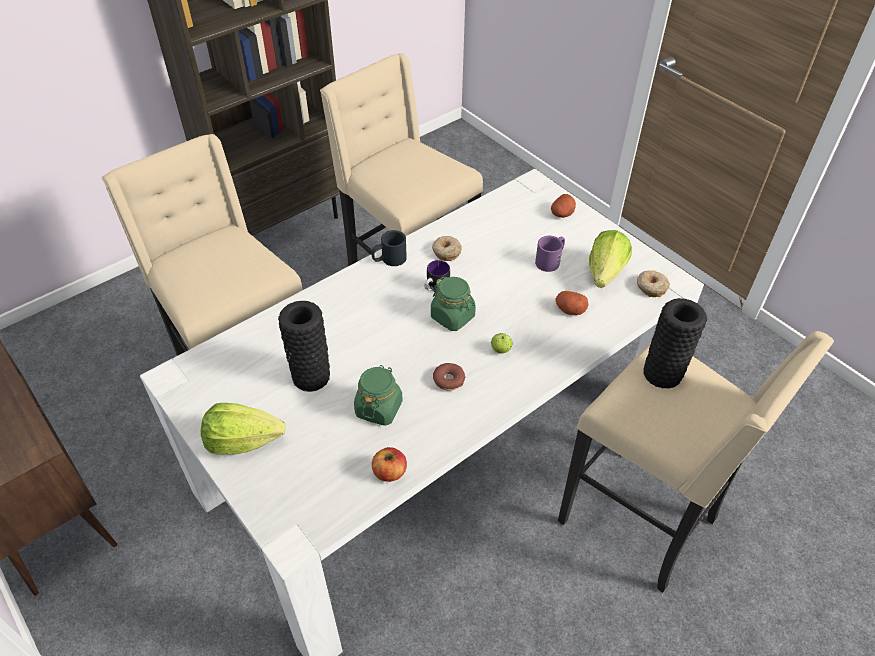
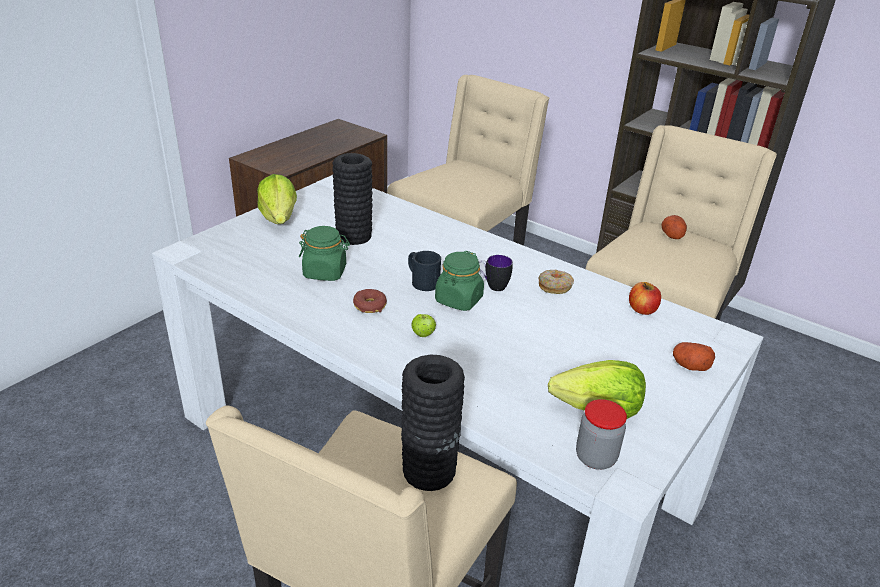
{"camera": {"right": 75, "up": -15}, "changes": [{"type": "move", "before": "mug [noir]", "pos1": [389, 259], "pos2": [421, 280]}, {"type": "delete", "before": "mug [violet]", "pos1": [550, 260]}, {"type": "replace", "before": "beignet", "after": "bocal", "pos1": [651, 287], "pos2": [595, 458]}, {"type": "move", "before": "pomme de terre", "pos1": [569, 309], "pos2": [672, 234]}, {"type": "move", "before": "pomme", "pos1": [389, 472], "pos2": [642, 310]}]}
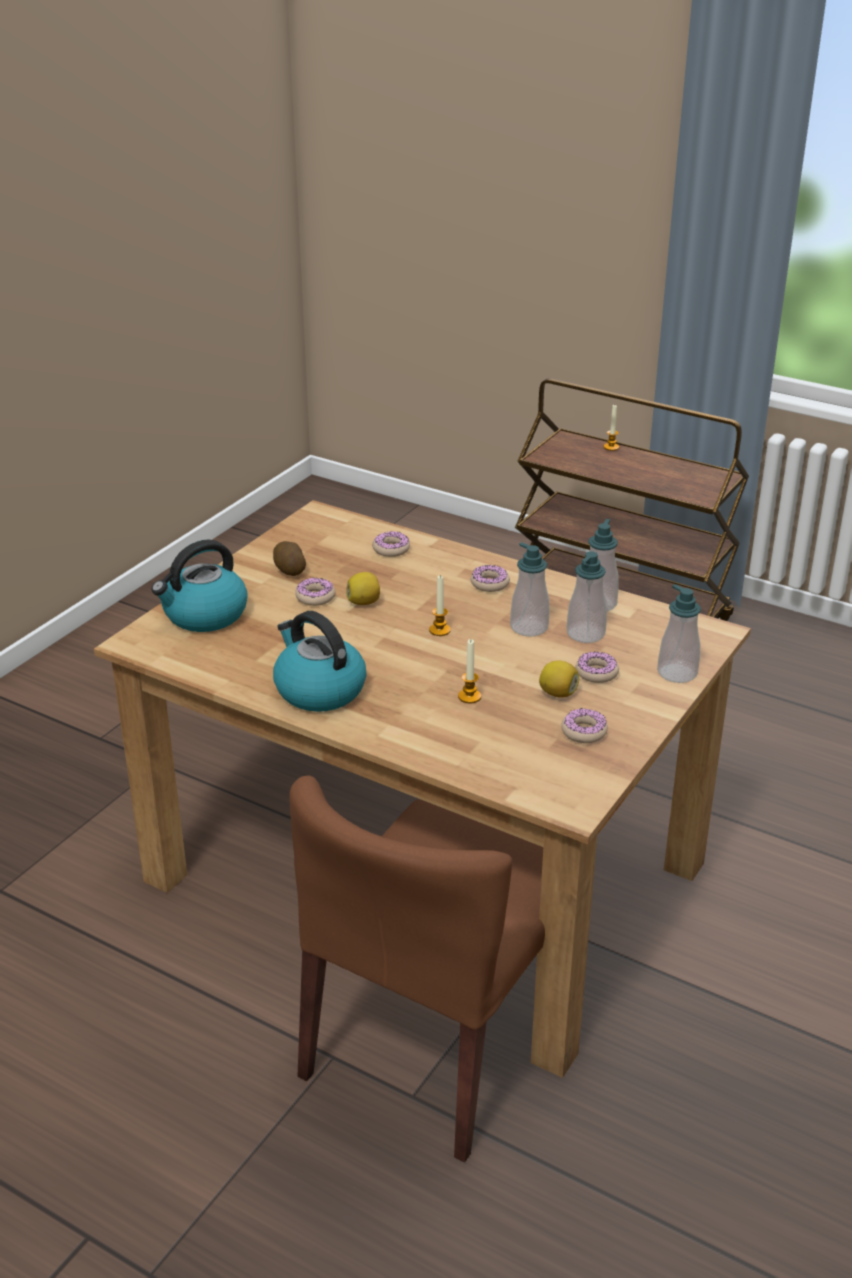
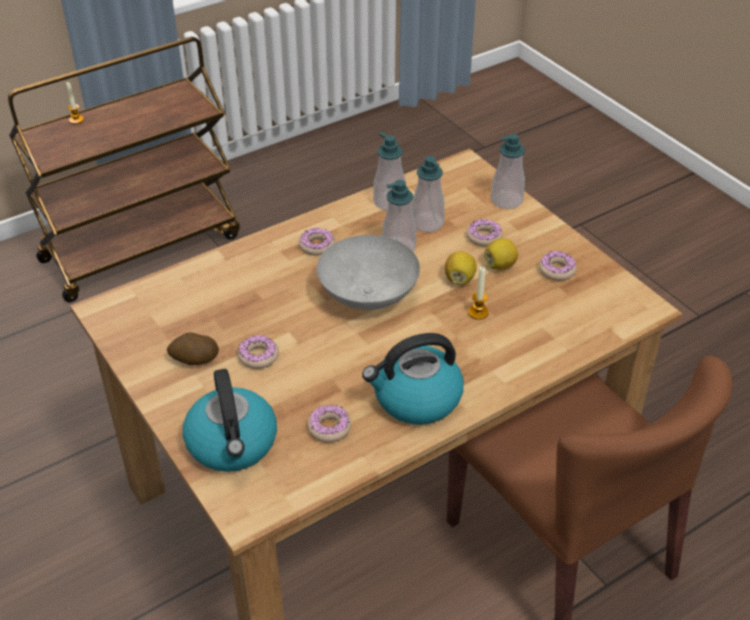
{"camera": {"right": -65, "up": 10}, "changes": [{"type": "move", "before": "beignet", "pos1": [391, 549], "pos2": [329, 428]}, {"type": "move", "before": "citron", "pos1": [364, 602], "pos2": [459, 279]}, {"type": "replace", "before": "bougie", "after": "bol [gris]", "pos1": [439, 630], "pos2": [369, 297]}]}
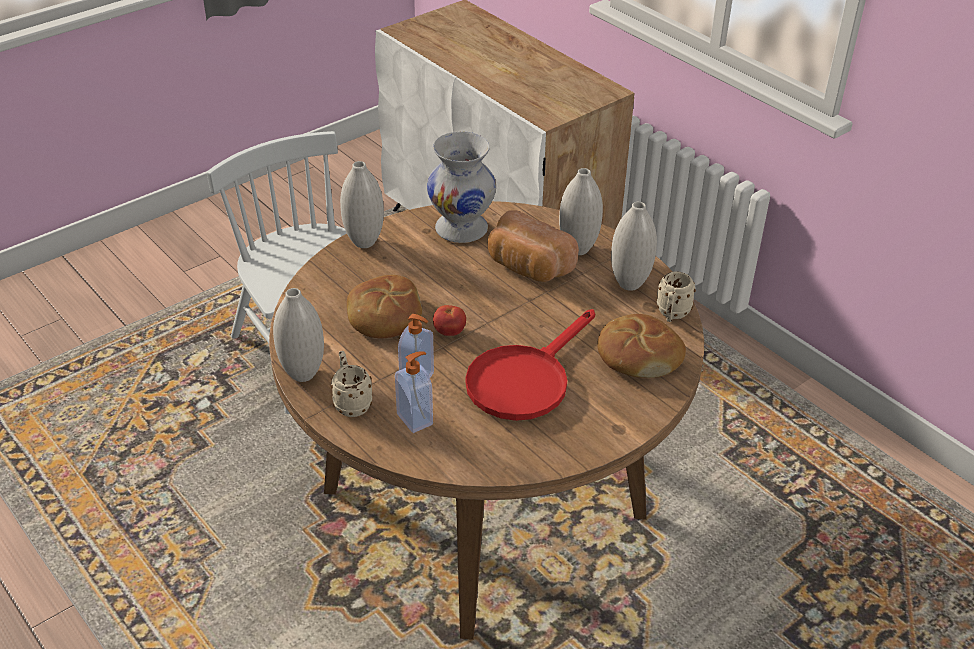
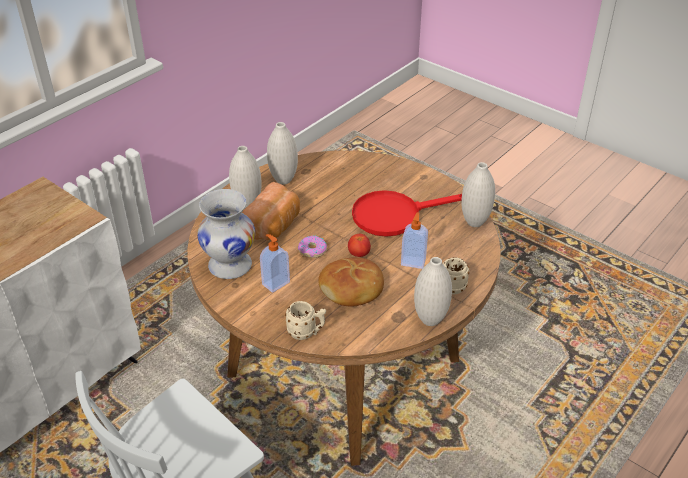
{"camera": {"right": -100, "up": 0}, "changes": [{"type": "move", "before": "vase [blanc]", "pos1": [364, 242], "pos2": [474, 222]}, {"type": "move", "before": "mug [beige]", "pos1": [671, 314], "pos2": [306, 332]}, {"type": "rotate", "before": "poêle [rouge]", "pos1": [525, 379], "pos2": [395, 215], "turn": 135}, {"type": "delete", "before": "pain", "pos1": [638, 356]}, {"type": "move", "before": "distributeur de savon", "pos1": [416, 419], "pos2": [275, 283]}, {"type": "insert", "after": "beignet", "pos2": [312, 250]}]}
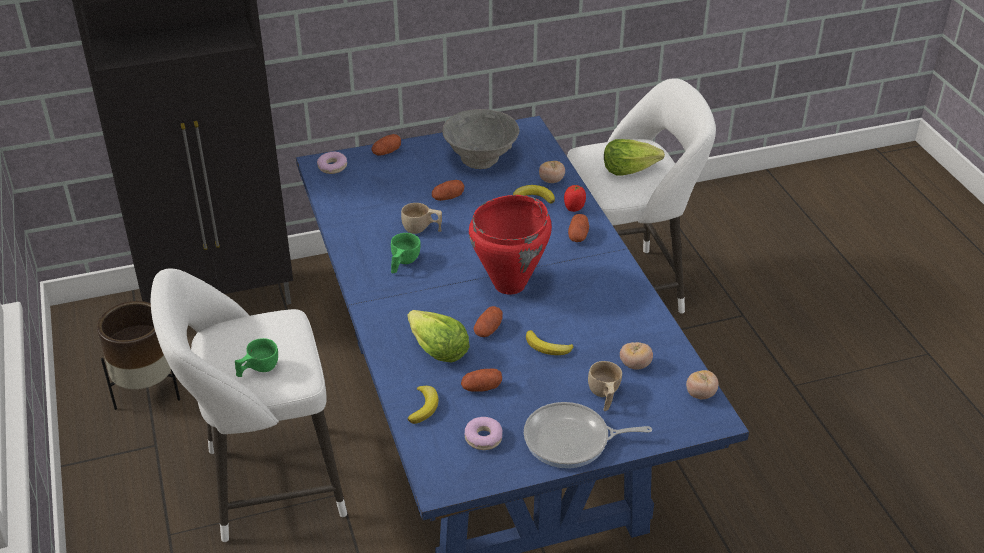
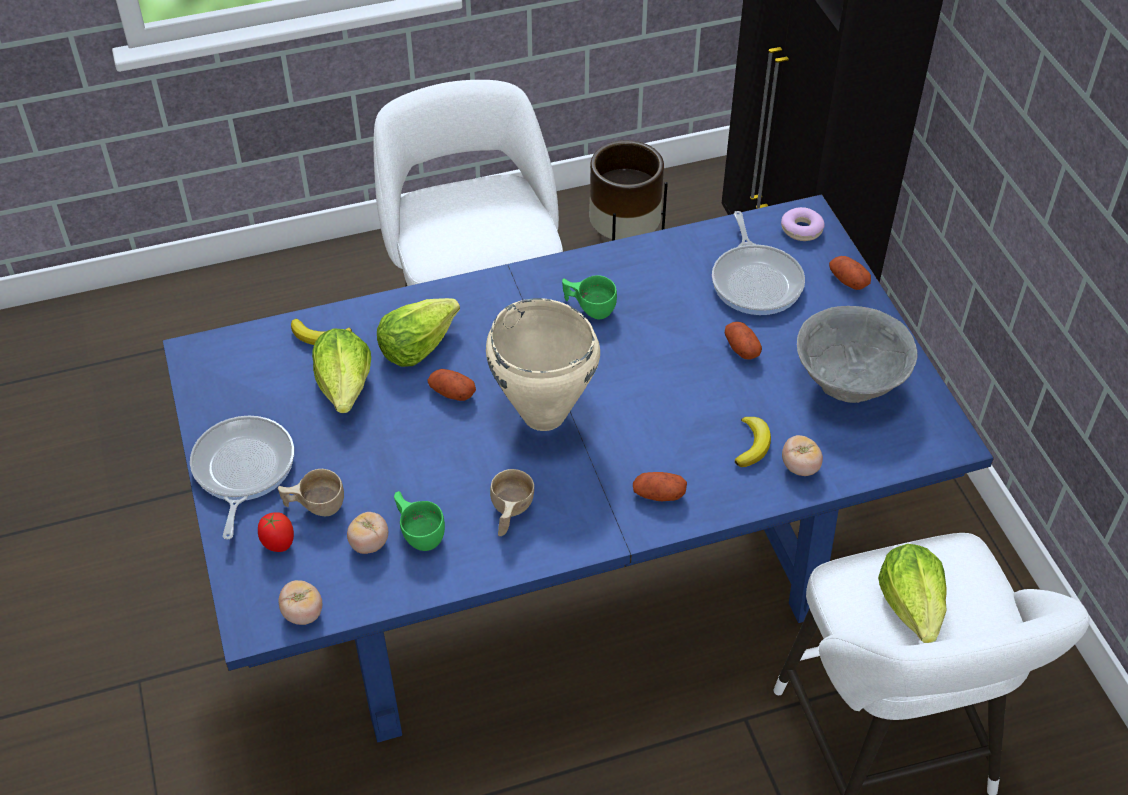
{"camera": {"right": 90, "up": 10}, "changes": [{"type": "move", "before": "tomate", "pos1": [574, 208], "pos2": [278, 543]}, {"type": "recolor", "before": "marmite [rouge]", "after": "marmite [beige]", "pos1": [510, 284], "pos2": [543, 415]}, {"type": "move", "before": "tasse [beige]", "pos1": [422, 229], "pos2": [509, 514]}, {"type": "delete", "before": "banane", "pos1": [547, 347]}, {"type": "move", "before": "tasse [vert]", "pos1": [257, 369], "pos2": [419, 532]}, {"type": "replace", "before": "pomme de terre", "after": "laitue", "pos1": [481, 388], "pos2": [345, 386]}, {"type": "delete", "before": "beignet", "pos1": [483, 438]}, {"type": "insert", "after": "poêle", "pos2": [756, 281]}]}
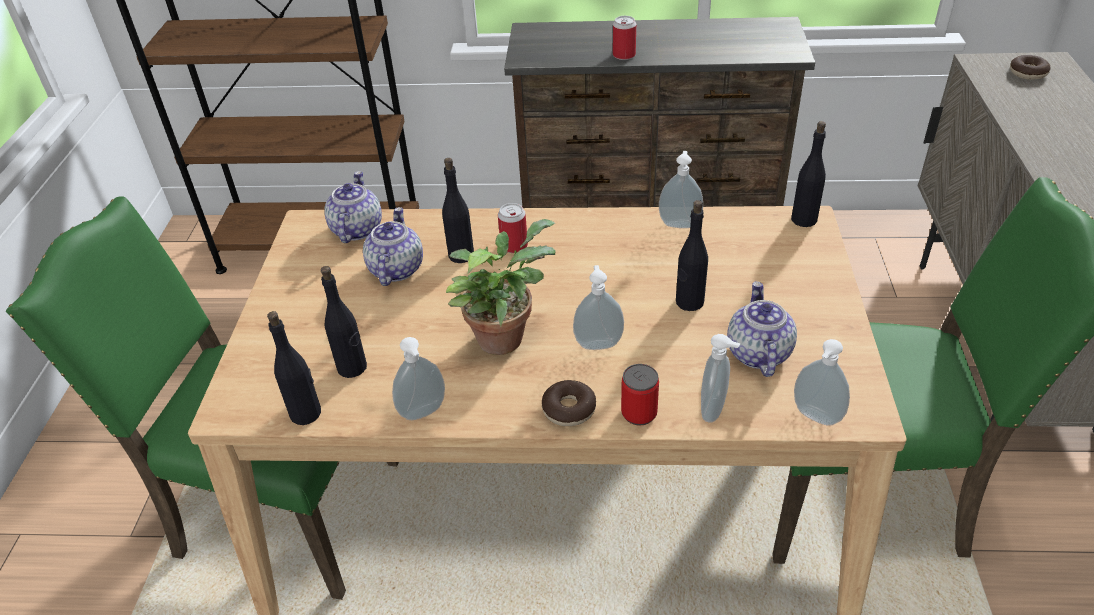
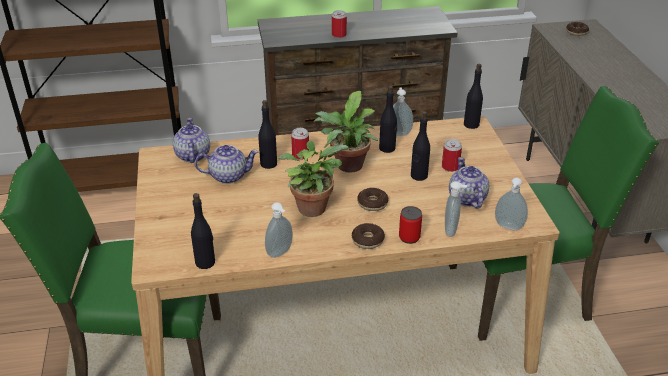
{"camera": {"right": -15, "up": -5}, "changes": [{"type": "rotate", "before": "théière", "pos1": [395, 269], "pos2": [229, 176], "turn": 90}, {"type": "replace", "before": "distributeur de savon", "after": "beignet", "pos1": [598, 343], "pos2": [372, 203]}, {"type": "move", "before": "bouteille [noir]", "pos1": [352, 367], "pos2": [387, 148]}, {"type": "insert", "after": "plante en pot", "pos2": [348, 167]}, {"type": "insert", "after": "boîte métallique", "pos2": [450, 167]}]}
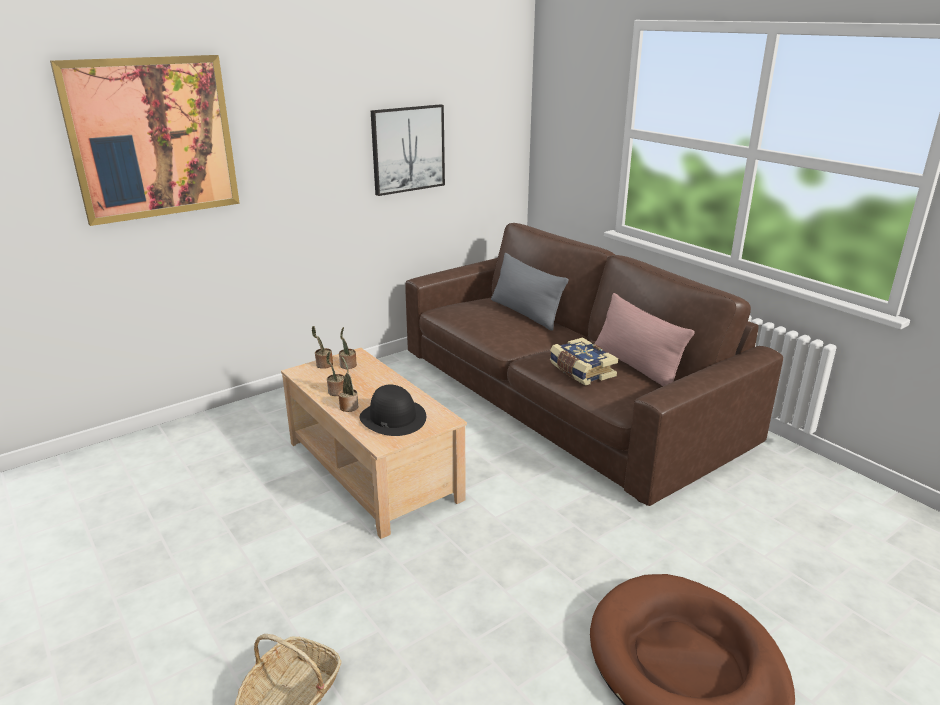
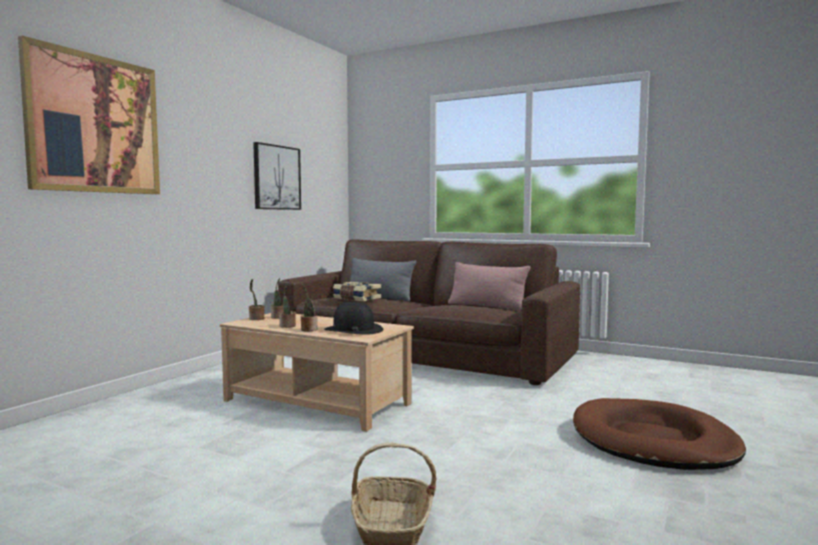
{"camera": {"right": -25, "up": -20}, "changes": [{"type": "move", "before": "livre", "pos1": [581, 371], "pos2": [356, 299]}]}
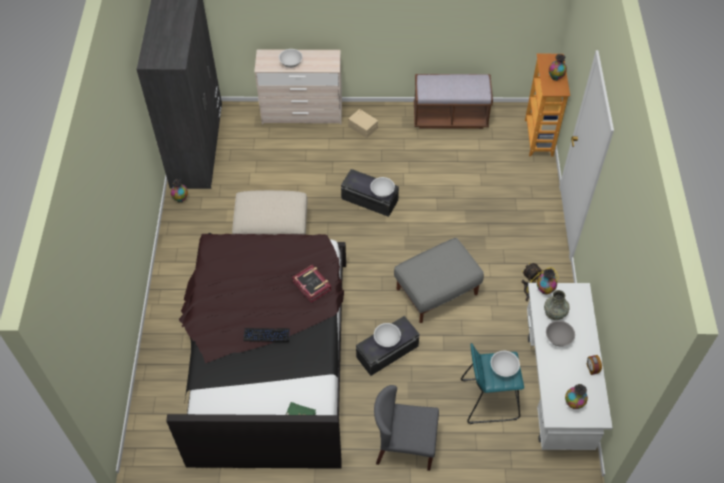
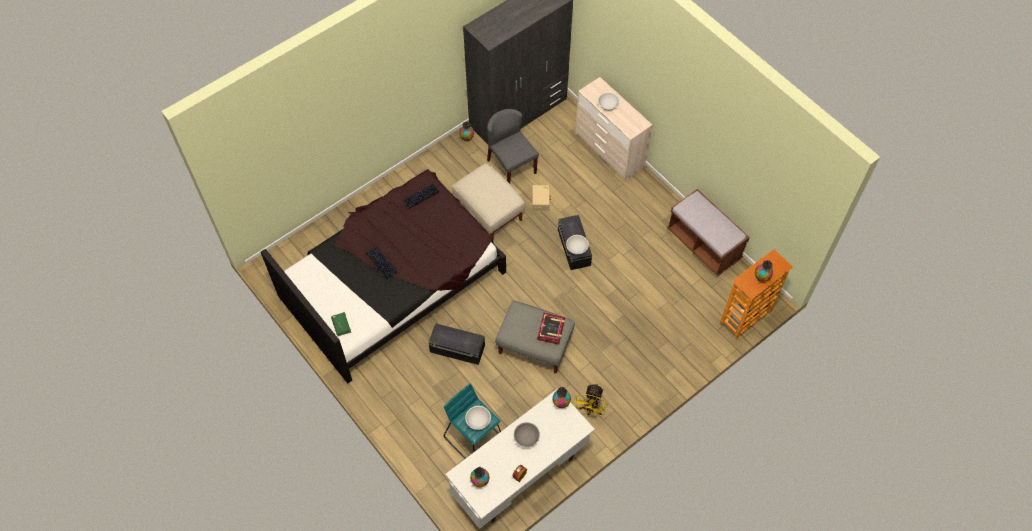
{"camera": {"right": 50, "up": 5}, "changes": [{"type": "move", "before": "boîte de rangement [beige]", "pos1": [363, 126], "pos2": [541, 200]}, {"type": "move", "before": "livre", "pos1": [312, 285], "pos2": [551, 330]}, {"type": "delete", "before": "vase [gris]", "pos1": [555, 312]}, {"type": "delete", "before": "bol [blanc]", "pos1": [387, 339]}, {"type": "move", "before": "chaise [gris]", "pos1": [404, 446], "pos2": [511, 166]}, {"type": "insert", "after": "clavier", "pos2": [421, 196]}]}
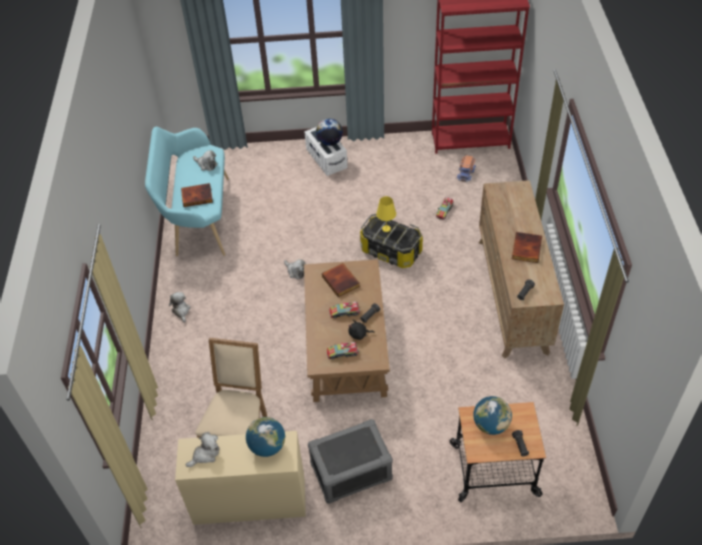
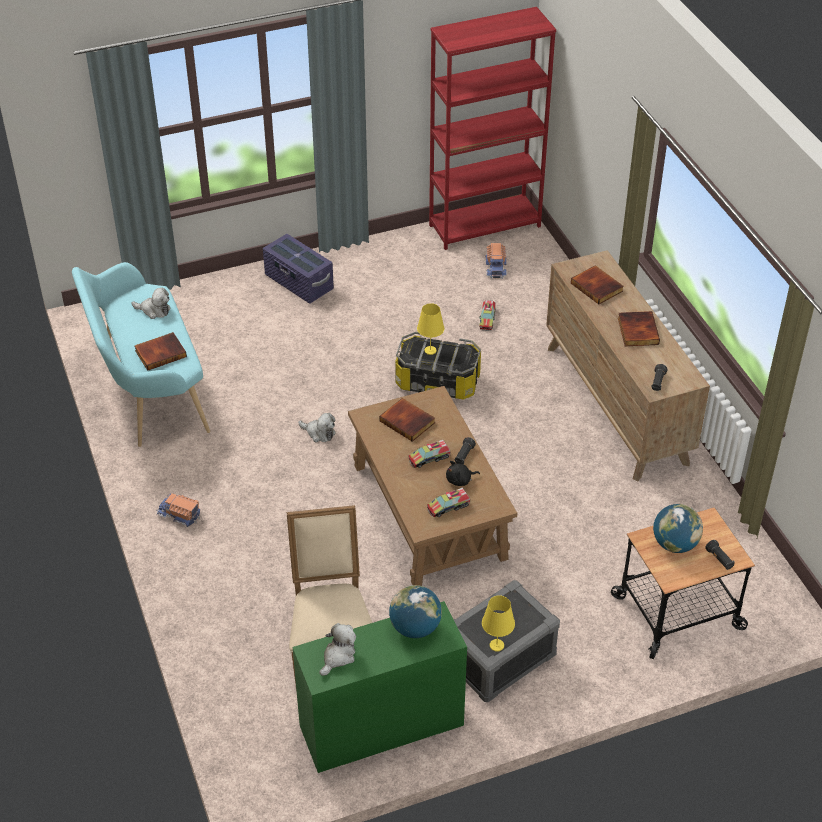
{"camera": {"right": -20, "up": -5}, "changes": [{"type": "delete", "before": "globe", "pos1": [330, 142]}, {"type": "recolor", "before": "boîte de rangement [blanc]", "after": "boîte de rangement [violet]", "pos1": [326, 159], "pos2": [299, 283]}, {"type": "replace", "before": "peluche", "after": "camion jouet", "pos1": [181, 310], "pos2": [179, 515]}, {"type": "recolor", "before": "bureau [beige]", "after": "bureau [vert]", "pos1": [249, 501], "pos2": [381, 726]}, {"type": "insert", "after": "livre", "pos2": [597, 287]}, {"type": "insert", "after": "lampe de table [jaune]", "pos2": [496, 645]}]}
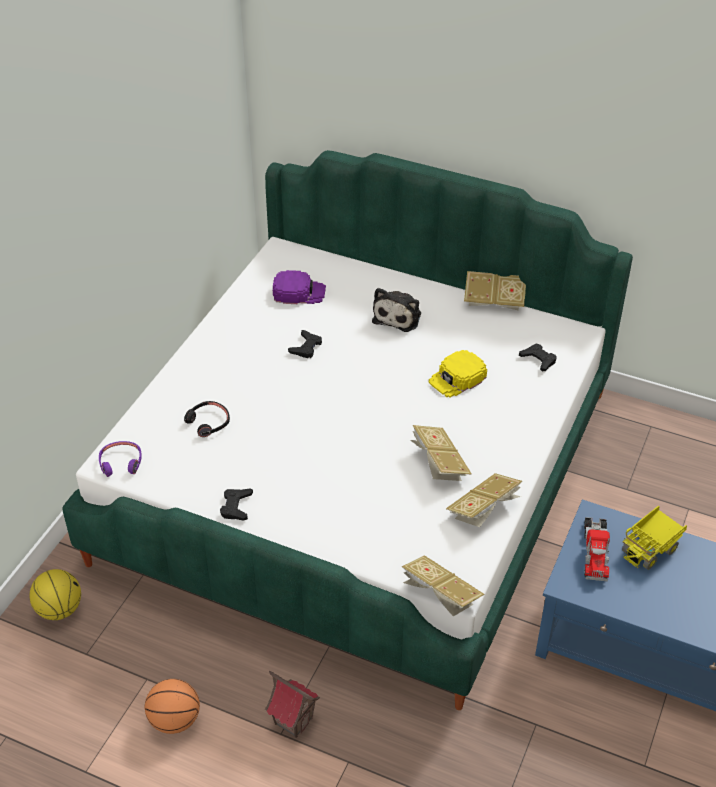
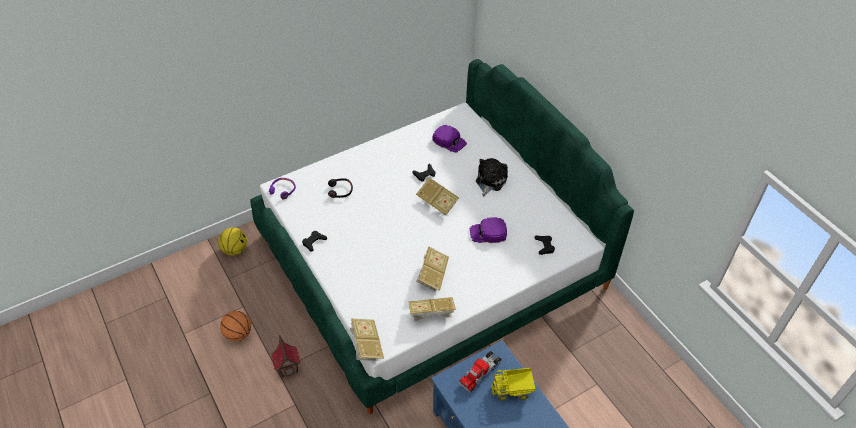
{"camera": {"right": 35, "up": 5}, "changes": [{"type": "move", "before": "livre", "pos1": [494, 301], "pos2": [438, 203]}, {"type": "rotate", "before": "peluche", "pos1": [398, 316], "pos2": [490, 181], "turn": 150}, {"type": "recolor", "before": "casquette [jaune]", "after": "casquette [violet]", "pos1": [457, 378], "pos2": [488, 233]}]}
